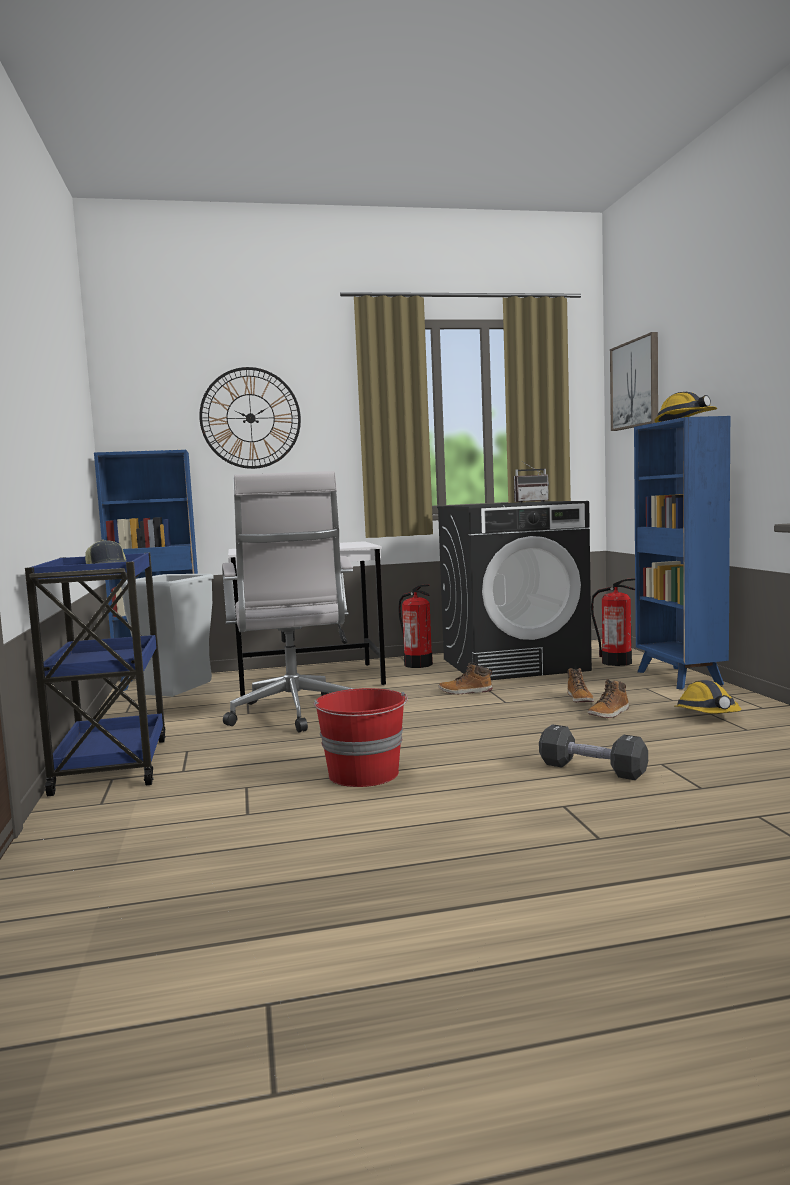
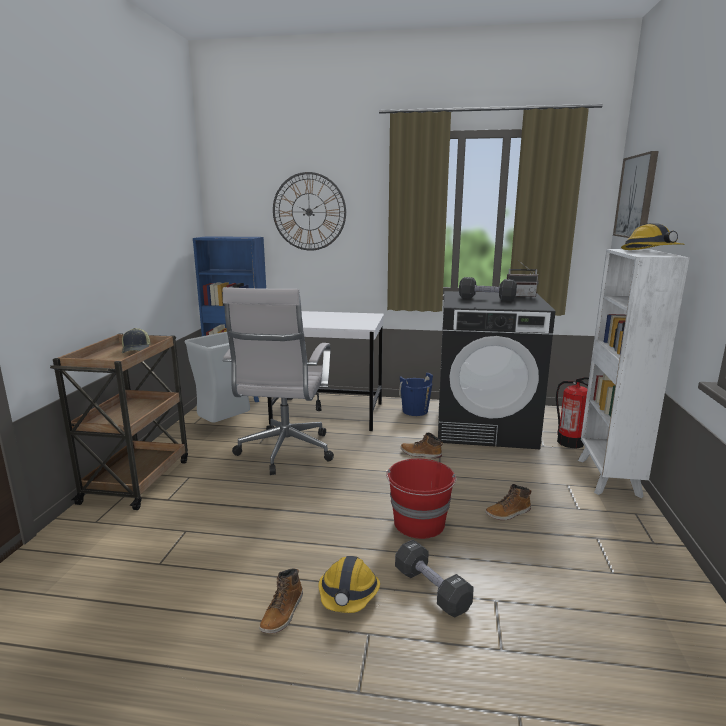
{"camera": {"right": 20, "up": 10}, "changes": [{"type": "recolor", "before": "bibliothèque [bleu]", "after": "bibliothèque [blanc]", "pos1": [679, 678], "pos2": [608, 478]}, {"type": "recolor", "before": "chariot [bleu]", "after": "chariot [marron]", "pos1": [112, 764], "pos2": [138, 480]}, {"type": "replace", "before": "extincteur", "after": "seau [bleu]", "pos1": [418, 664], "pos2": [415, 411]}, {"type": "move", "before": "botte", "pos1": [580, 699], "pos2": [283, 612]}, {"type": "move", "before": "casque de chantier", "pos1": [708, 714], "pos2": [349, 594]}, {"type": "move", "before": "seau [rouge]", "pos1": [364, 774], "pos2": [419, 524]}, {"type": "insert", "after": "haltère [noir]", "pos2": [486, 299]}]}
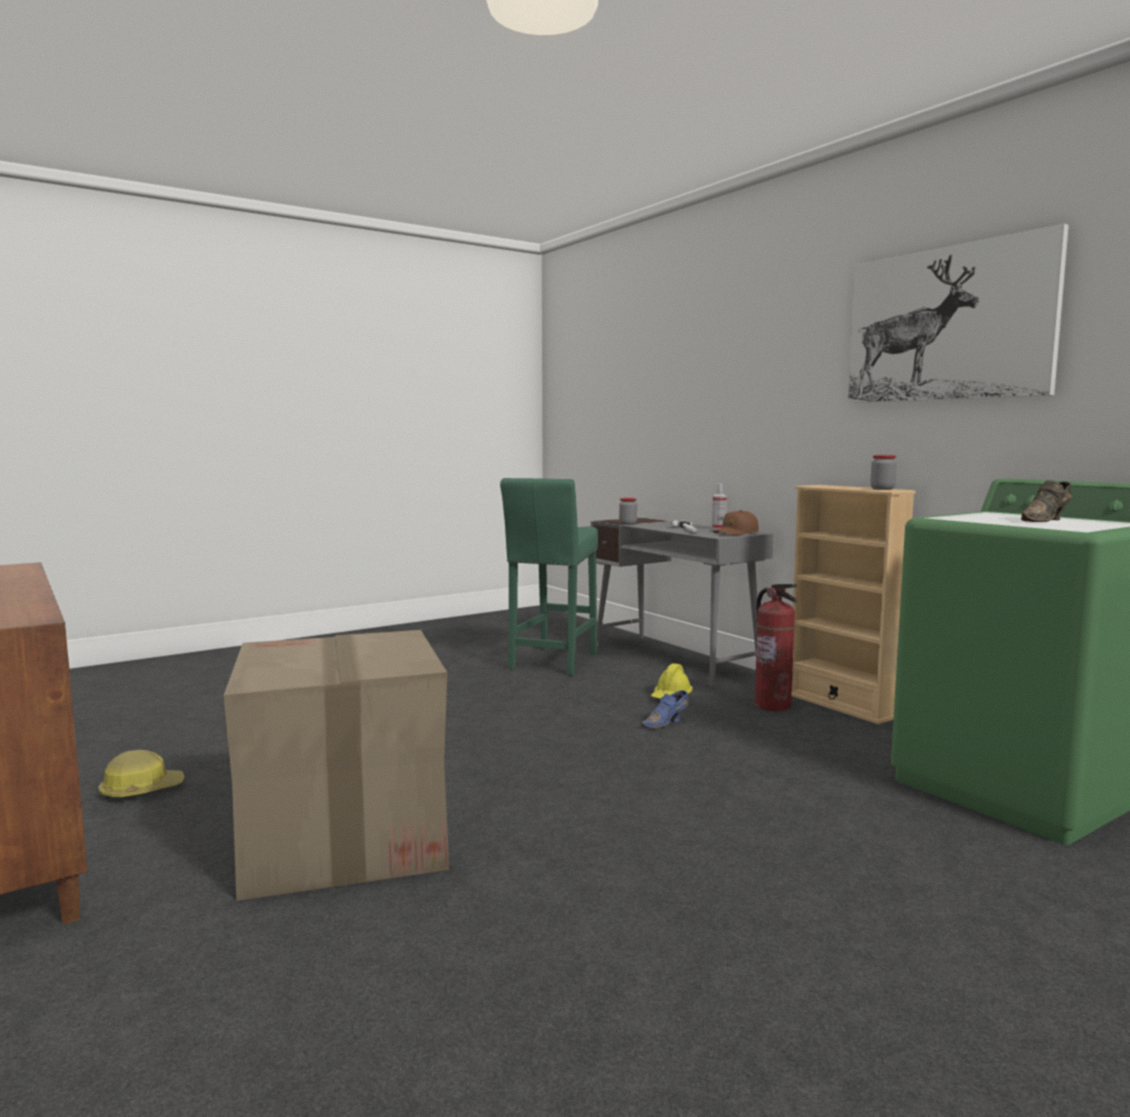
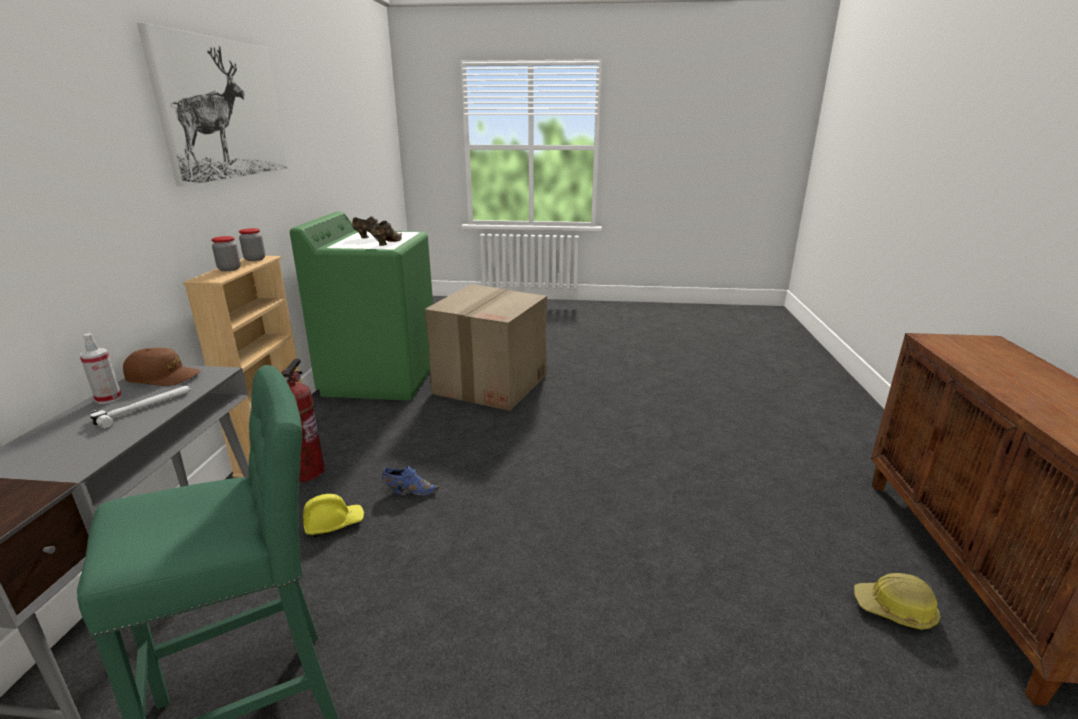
{"camera": {"right": -140, "up": 15}, "changes": [{"type": "move", "before": "bocal", "pos1": [627, 524], "pos2": [229, 269]}, {"type": "move", "before": "carton", "pos1": [343, 838], "pos2": [491, 383]}, {"type": "insert", "after": "chaussure [marron]", "pos2": [387, 243]}]}
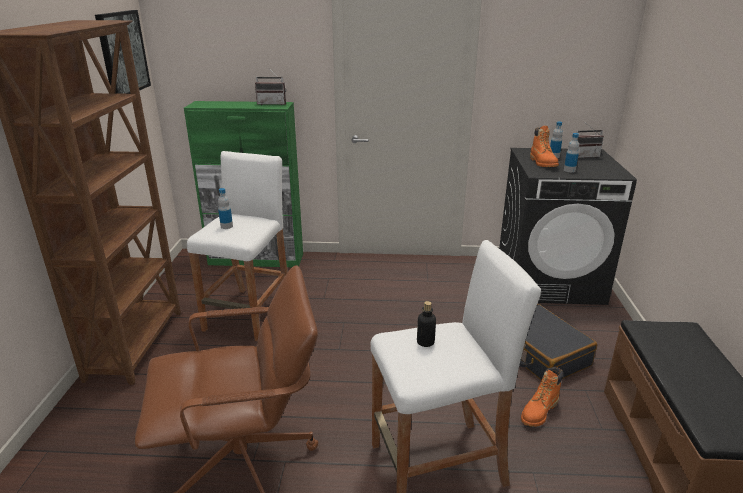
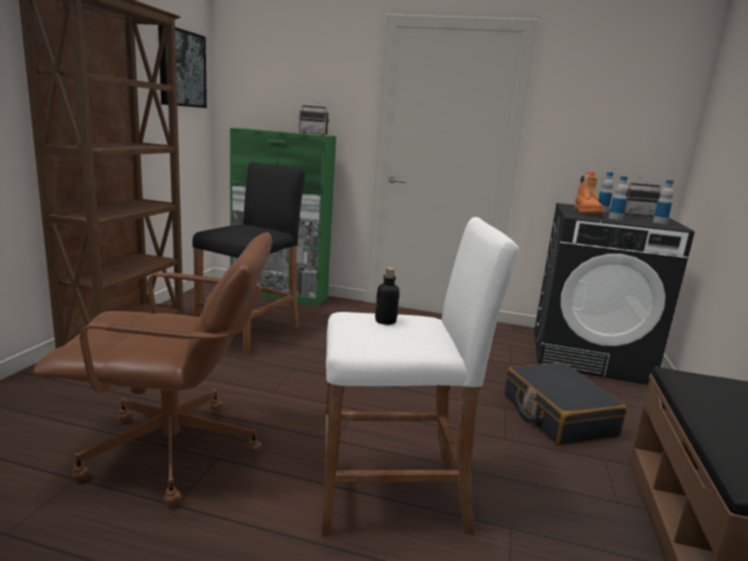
{"camera": {"right": 10, "up": -10}, "changes": [{"type": "recolor", "before": "tabouret [blanc]", "after": "tabouret [noir]", "pos1": [249, 314], "pos2": [249, 333]}, {"type": "move", "before": "bouteille", "pos1": [226, 226], "pos2": [660, 222]}, {"type": "delete", "before": "botte [orange]", "pos1": [539, 412]}]}
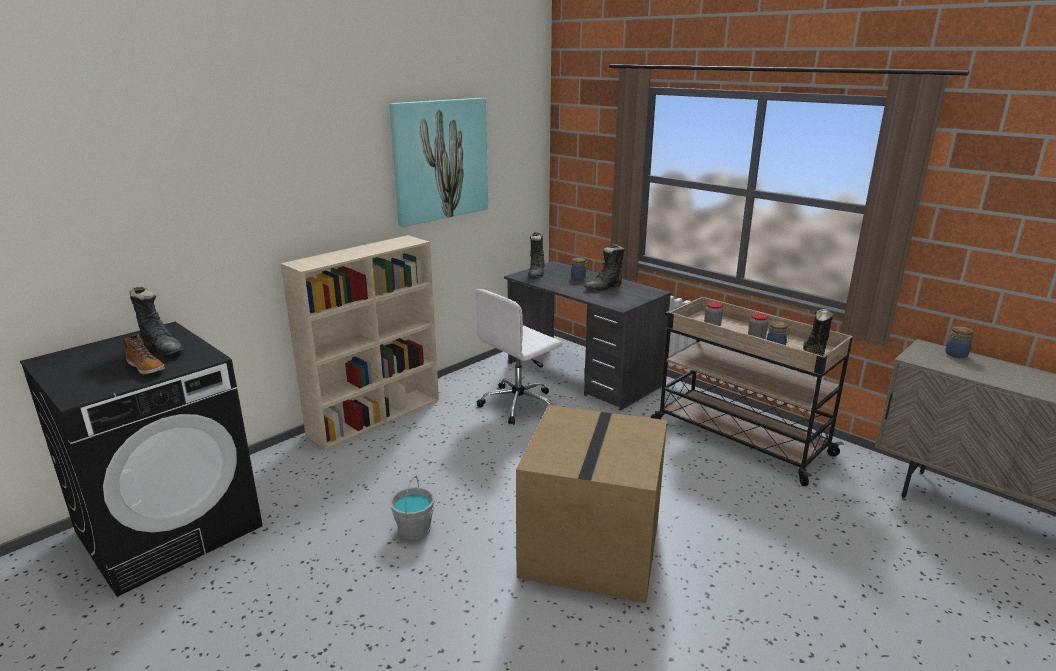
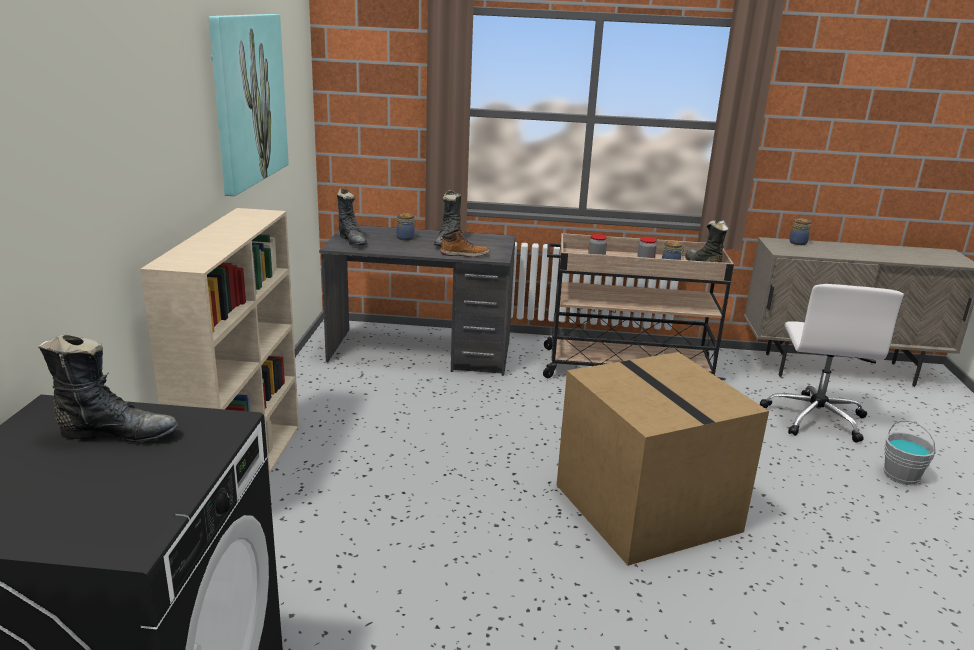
{"camera": {"right": -40, "up": 0}, "changes": [{"type": "move", "before": "chaise de bureau [blanc]", "pos1": [519, 404], "pos2": [815, 418]}, {"type": "move", "before": "botte", "pos1": [146, 367], "pos2": [464, 254]}, {"type": "move", "before": "seau [gris]", "pos1": [415, 529], "pos2": [901, 475]}]}
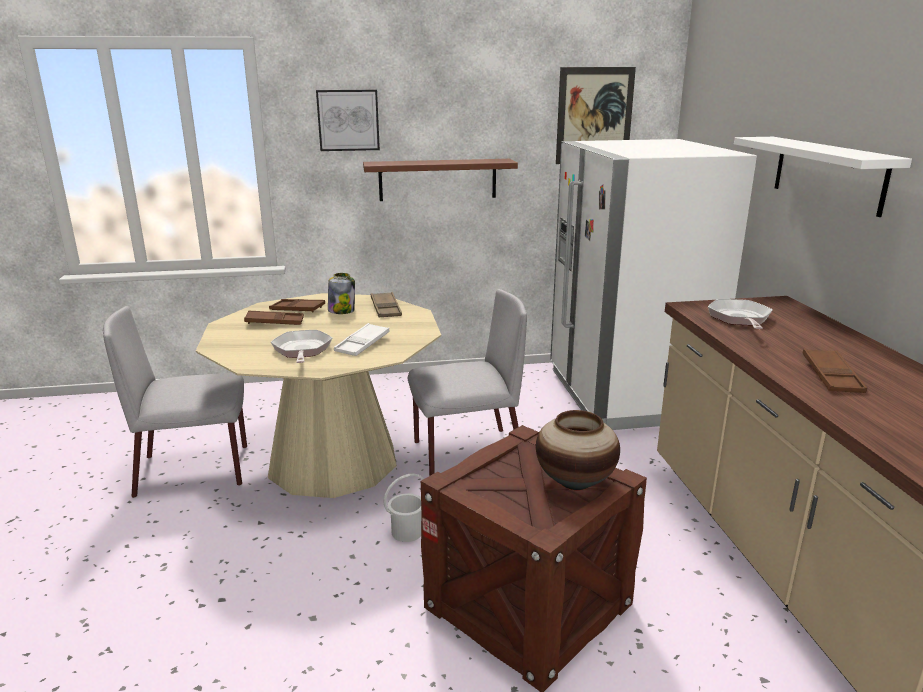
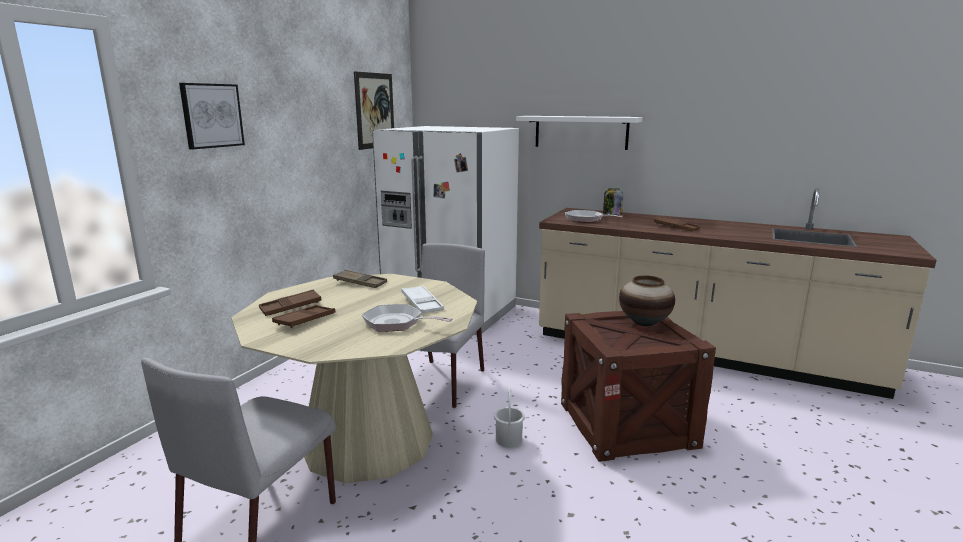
{"camera": {"right": -55, "up": -5}, "changes": [{"type": "delete", "before": "étagère [marron]", "pos1": [437, 179]}, {"type": "move", "before": "bocal", "pos1": [342, 311], "pos2": [612, 214]}]}
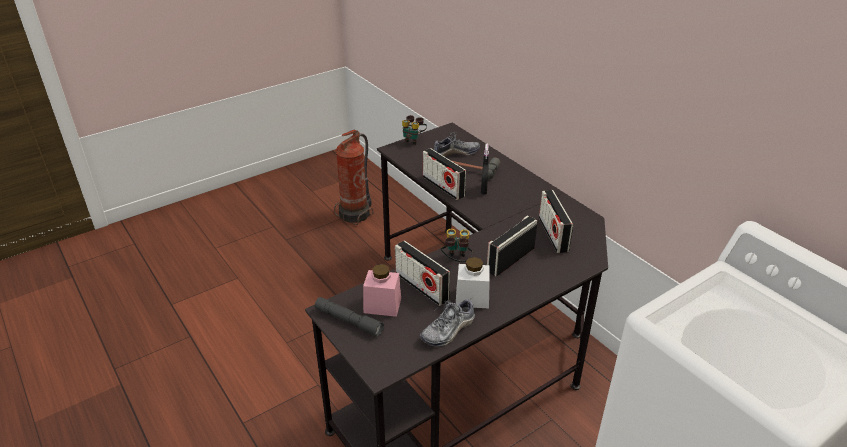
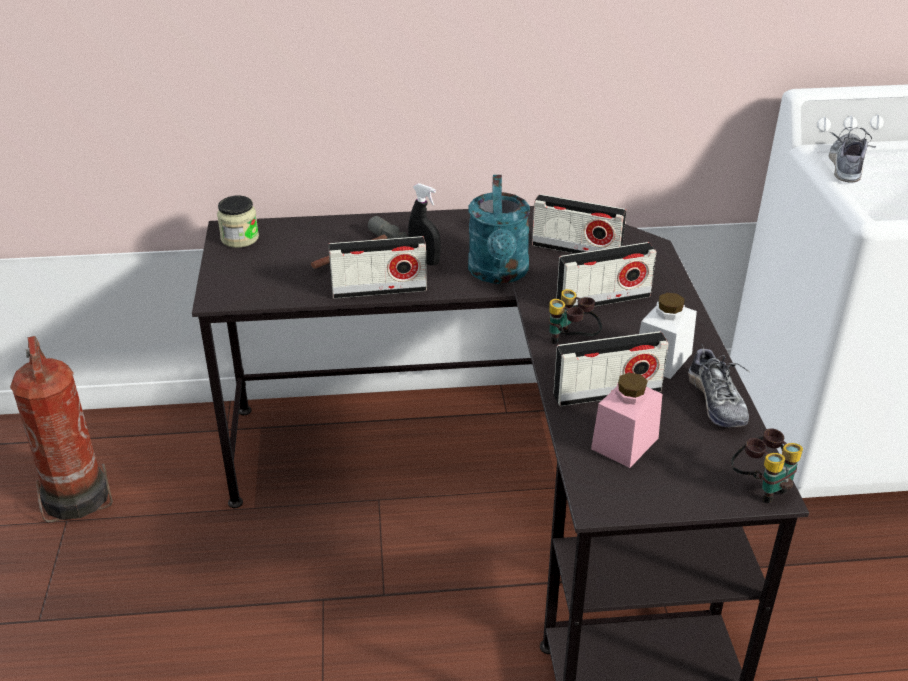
{"camera": {"right": -60, "up": 0}, "changes": [{"type": "move", "before": "jumelles", "pos1": [413, 140], "pos2": [761, 486]}, {"type": "move", "before": "chaussure", "pos1": [456, 153], "pos2": [846, 165]}, {"type": "rotate", "before": "radio", "pos1": [510, 259], "pos2": [603, 299], "turn": -90}, {"type": "delete", "before": "lampe de poche [gris]", "pos1": [349, 321]}, {"type": "insert", "after": "arrosoir [turquoise]", "pos2": [499, 274]}, {"type": "insert", "after": "bocal", "pos2": [240, 238]}]}
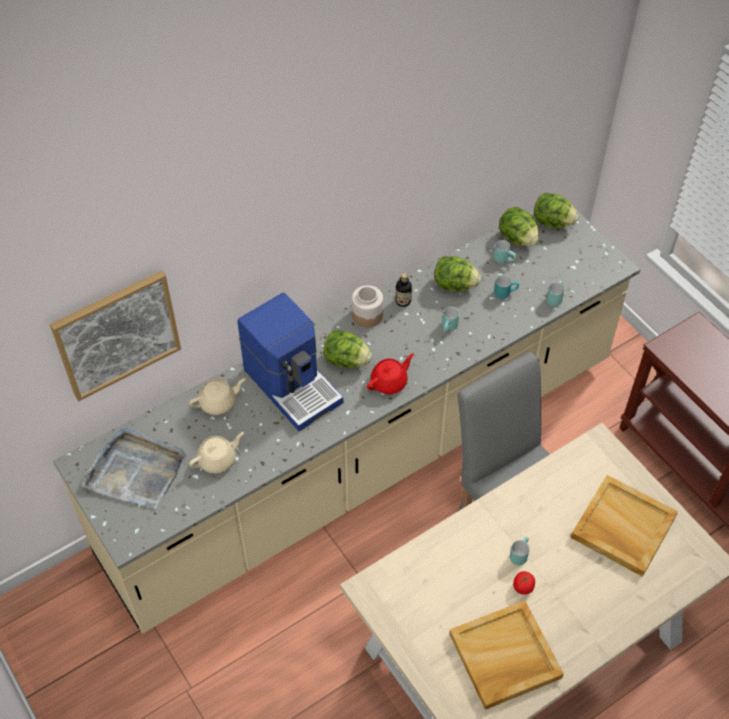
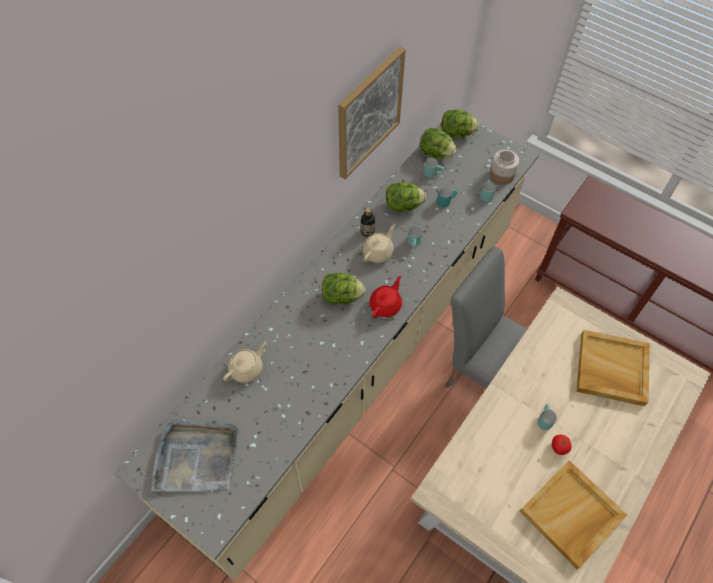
{"camera": {"right": -20, "up": 5}, "changes": [{"type": "move", "before": "tableau", "pos1": [117, 334], "pos2": [368, 113]}, {"type": "move", "before": "bocal", "pos1": [367, 315], "pos2": [501, 175]}, {"type": "delete", "before": "machine à café", "pos1": [293, 384]}, {"type": "move", "before": "théière [beige]", "pos1": [218, 460], "pos2": [378, 252]}]}
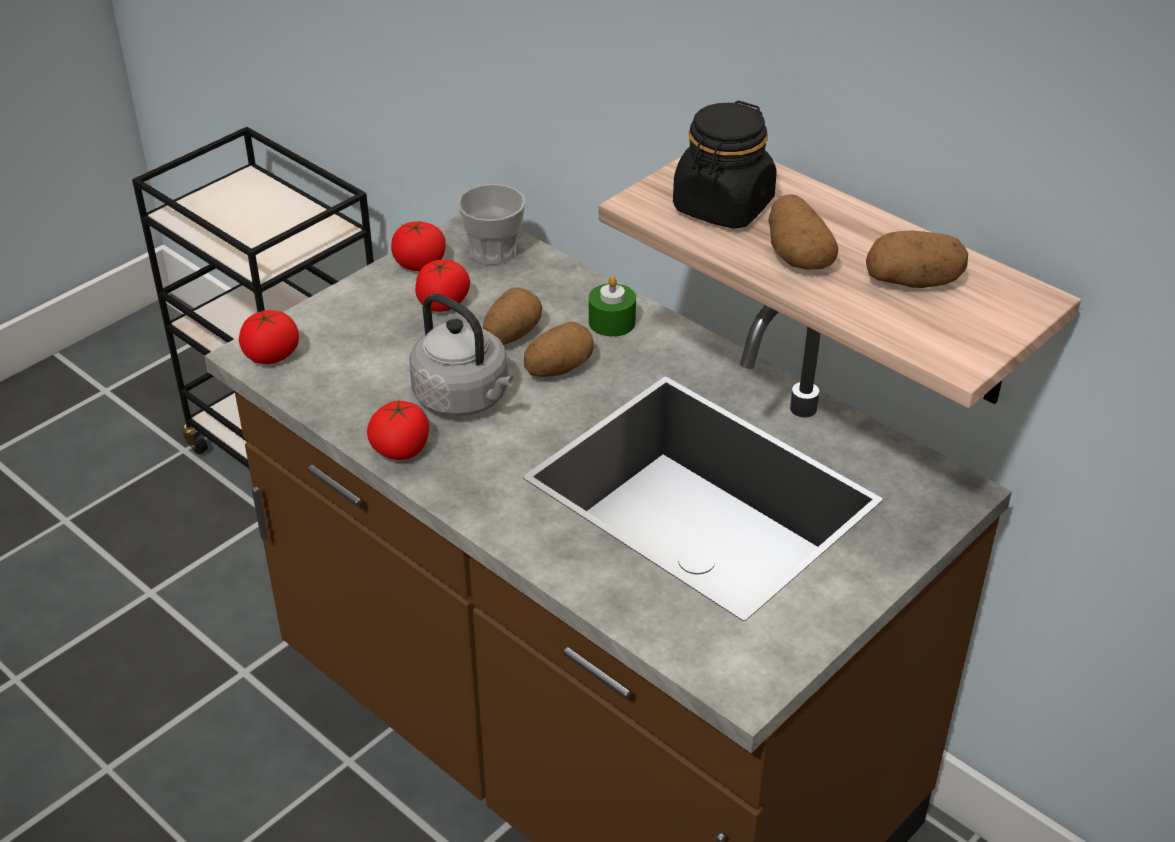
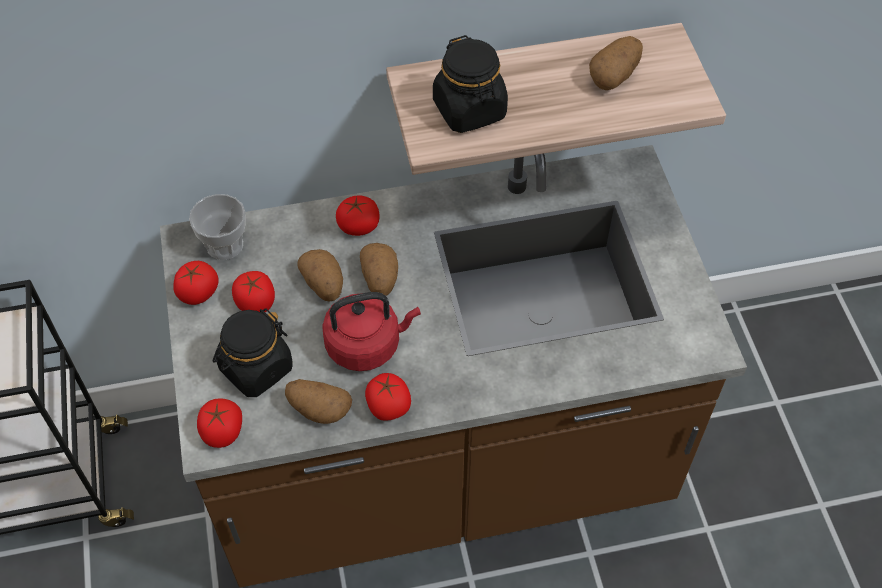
{"camera": {"right": -55, "up": 15}, "changes": [{"type": "move", "before": "pomme de terre", "pos1": [796, 255], "pos2": [318, 409]}, {"type": "replace", "before": "bougie [vert]", "after": "tomate", "pos1": [612, 322], "pos2": [358, 226]}, {"type": "recolor", "before": "bouilloire [gris]", "after": "bouilloire [rouge]", "pos1": [465, 398], "pos2": [367, 345]}, {"type": "insert", "after": "bocal [noir]", "pos2": [256, 368]}]}
